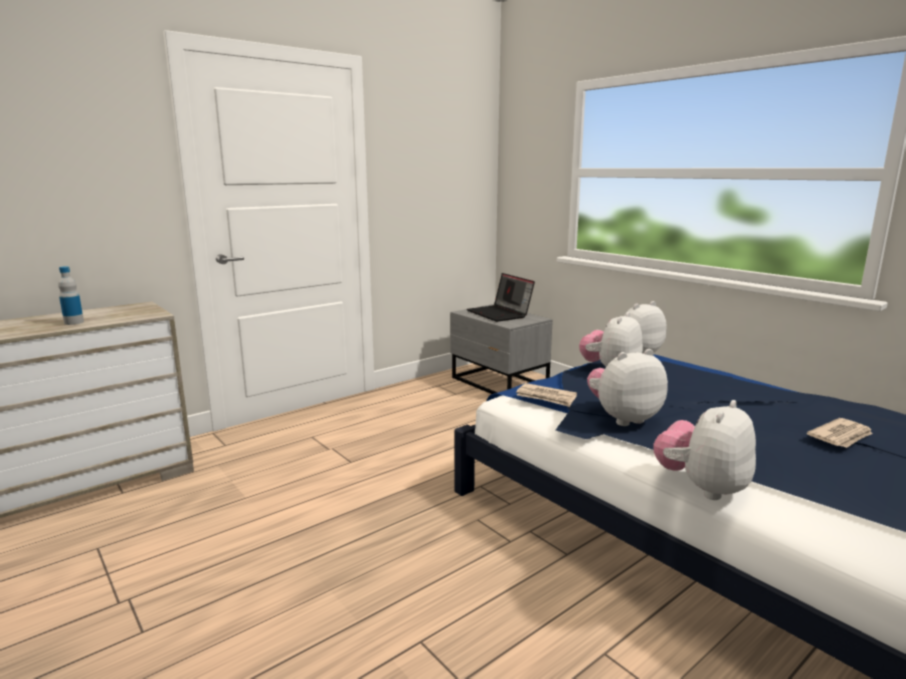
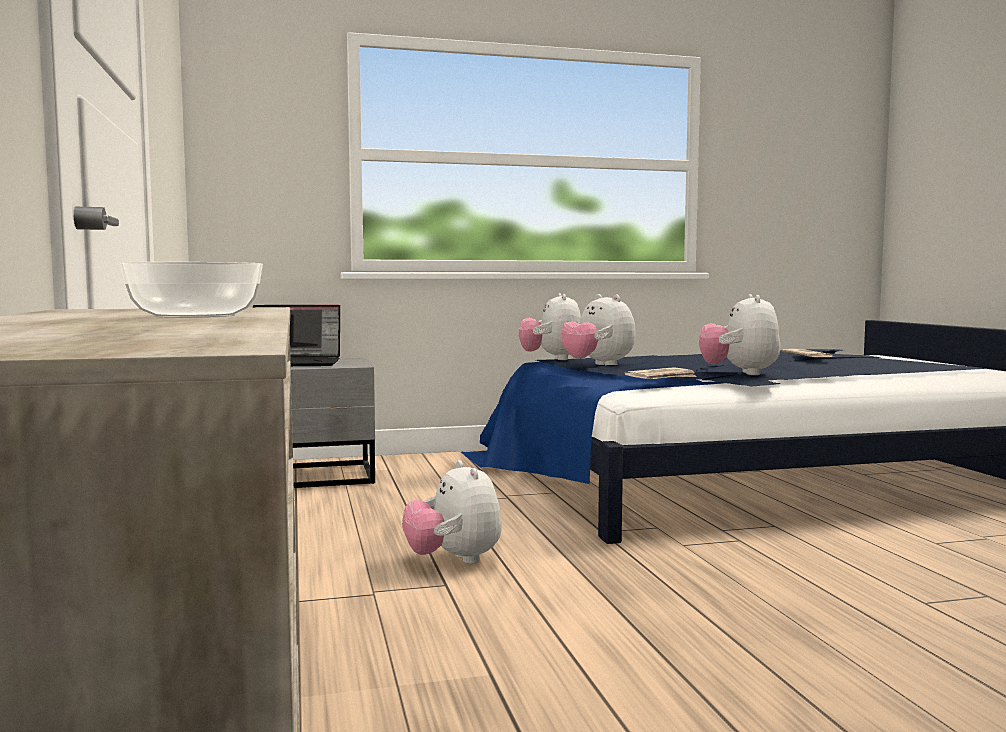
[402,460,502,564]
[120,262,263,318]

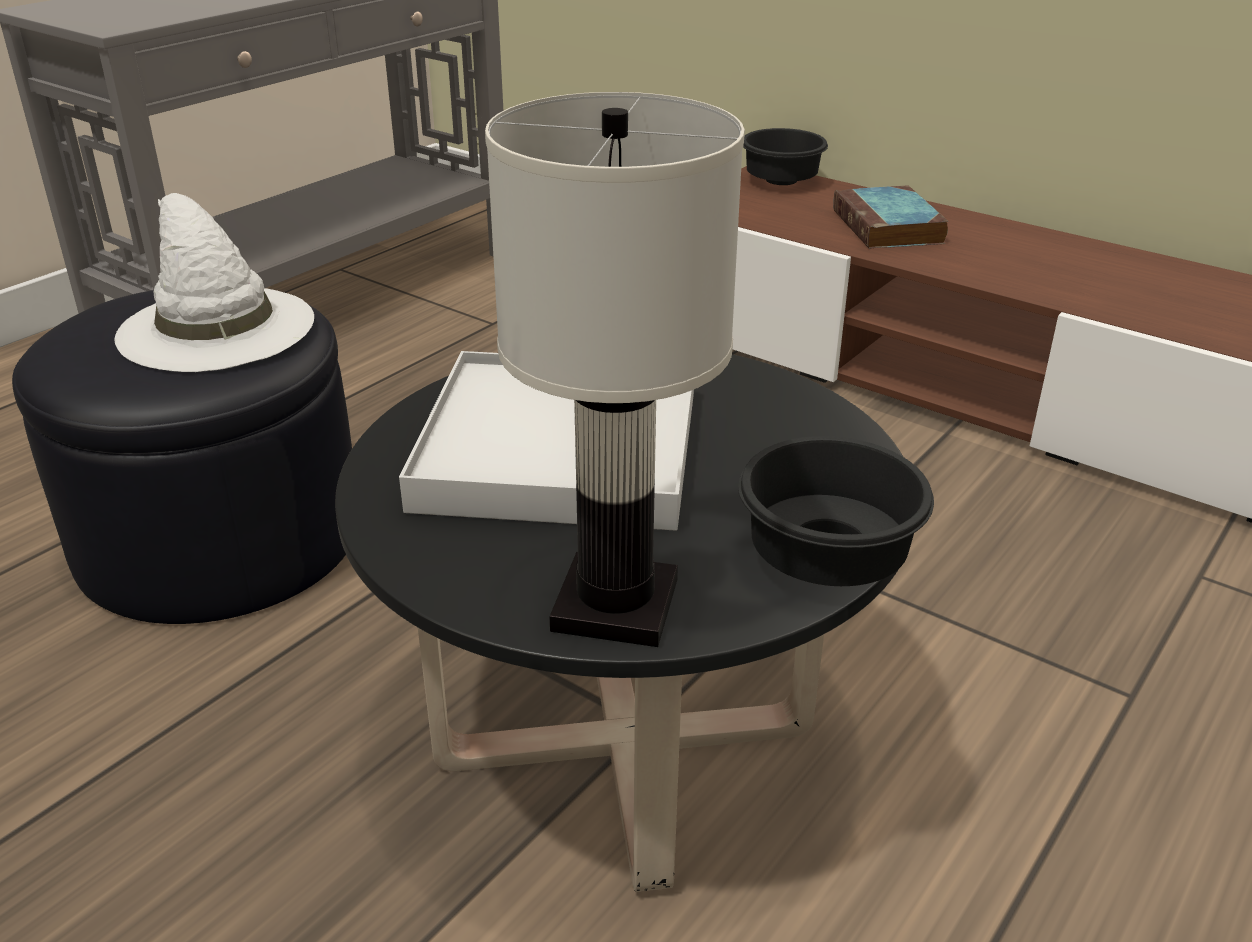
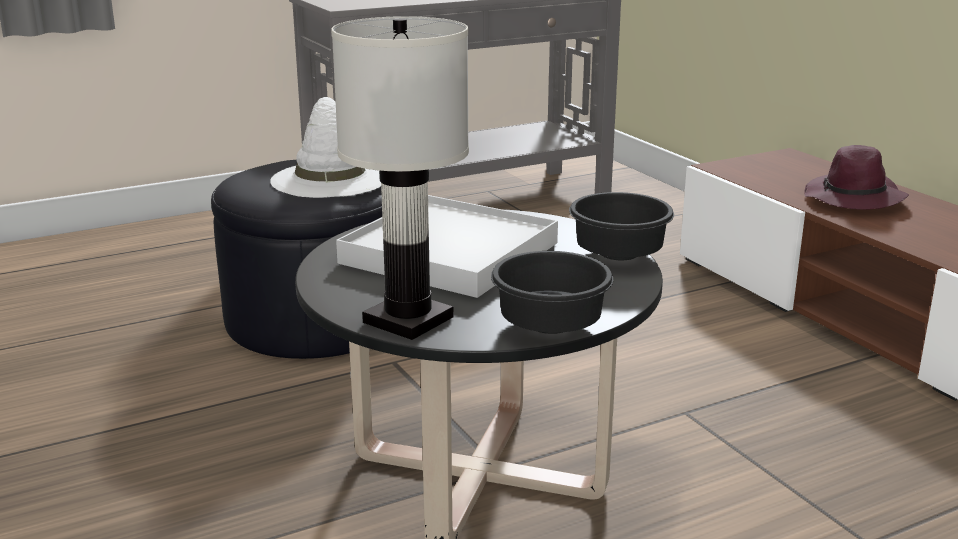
[569,192,674,260]
[804,145,909,210]

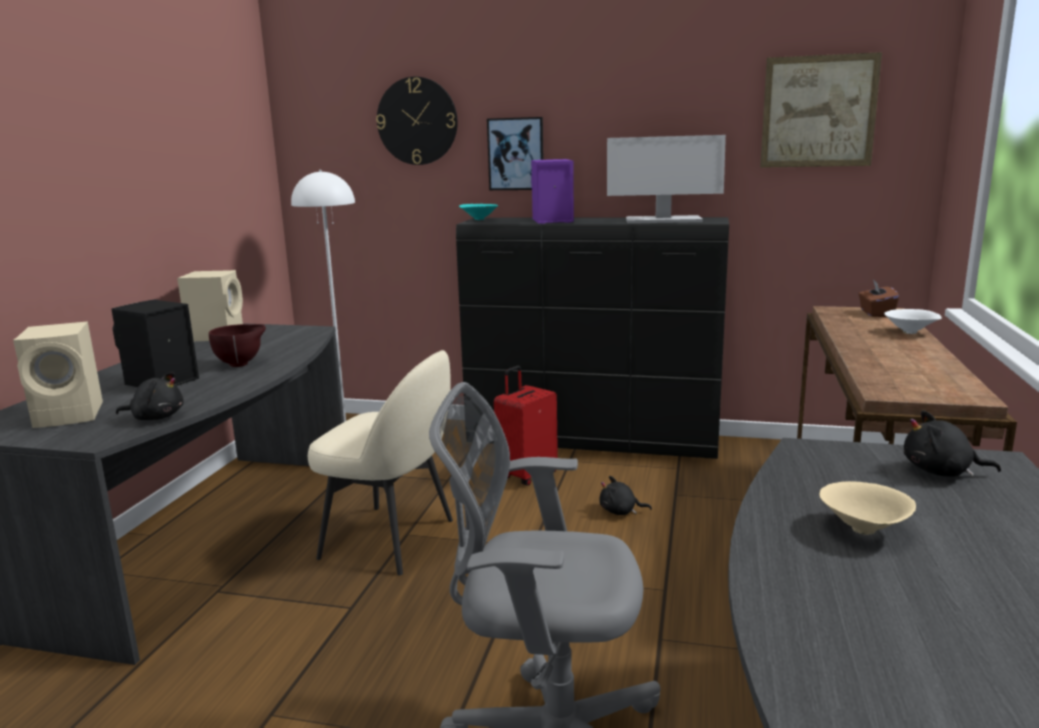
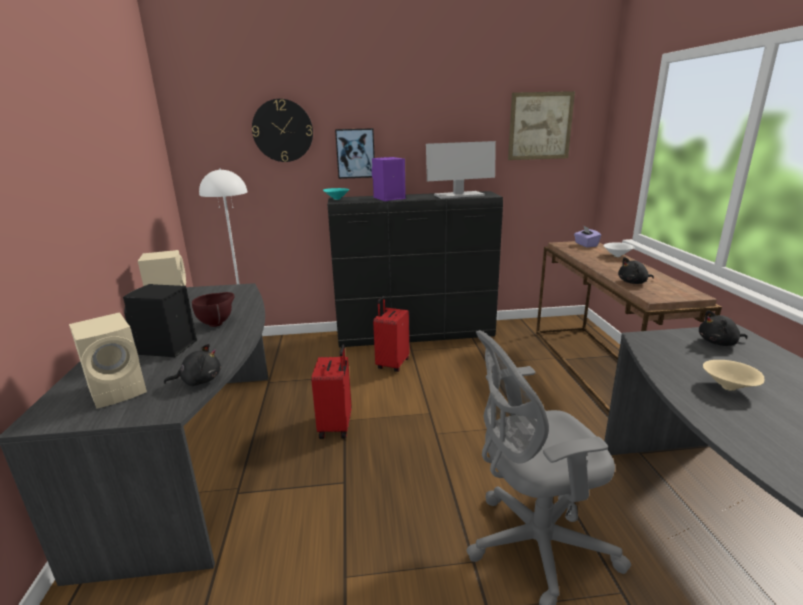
[618,257,654,284]
[311,344,352,439]
[574,225,601,247]

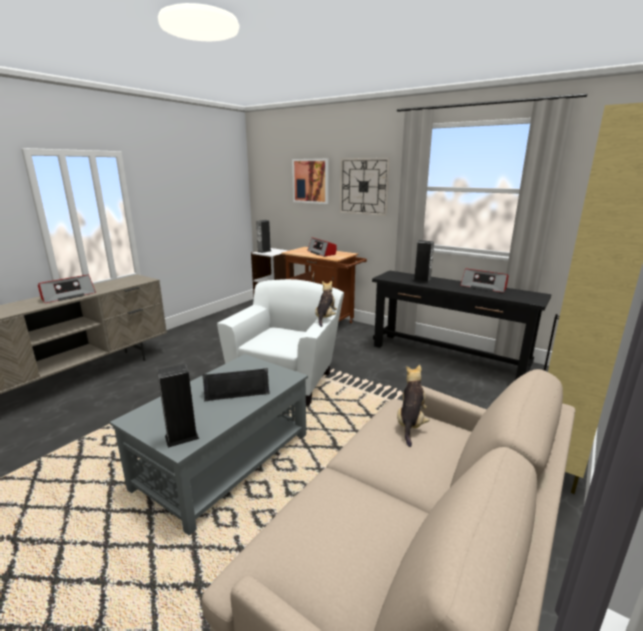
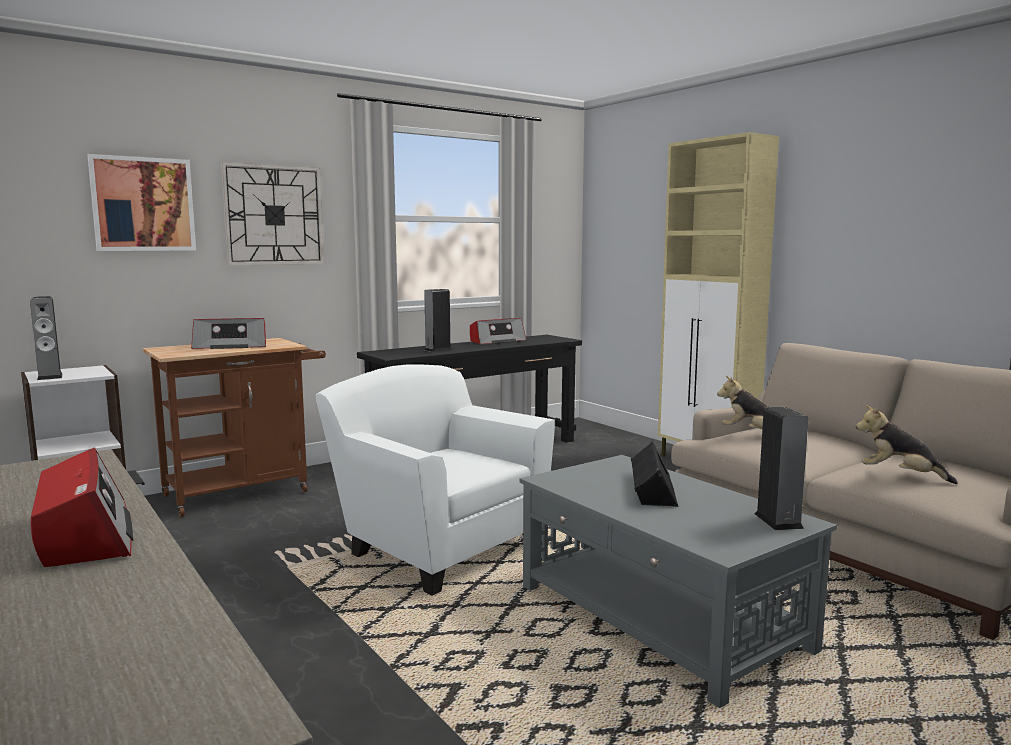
[856,404,957,484]

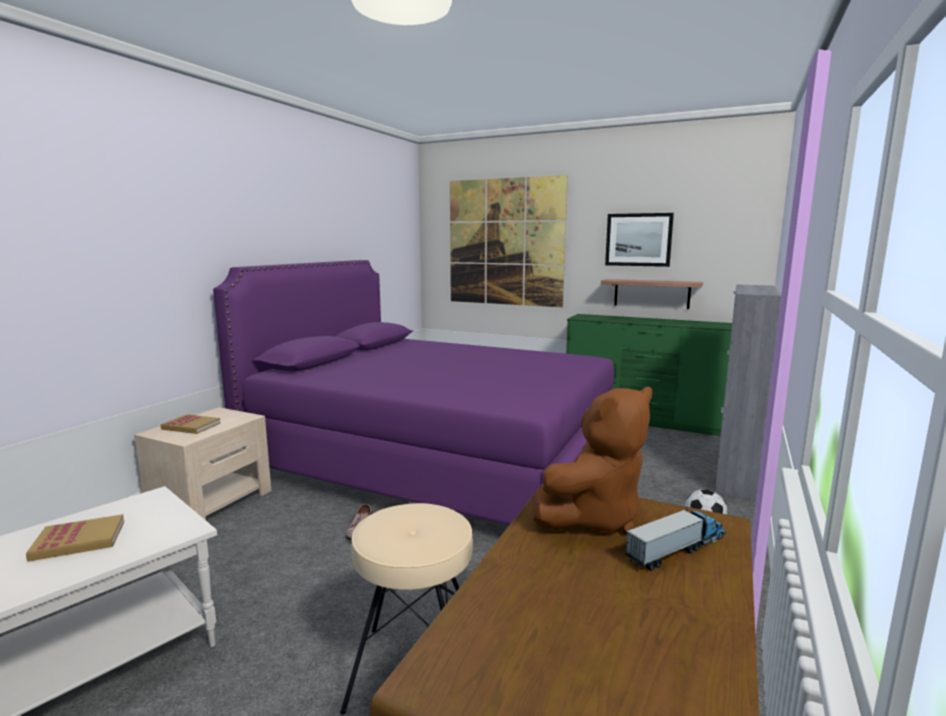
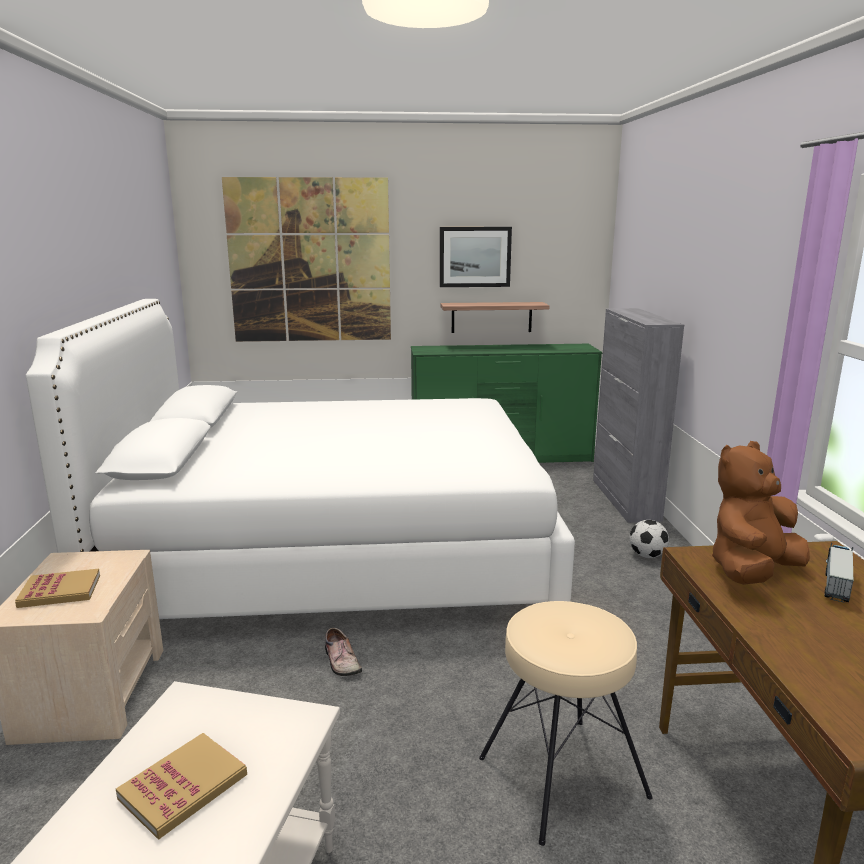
[26,299,575,619]
[712,441,810,585]

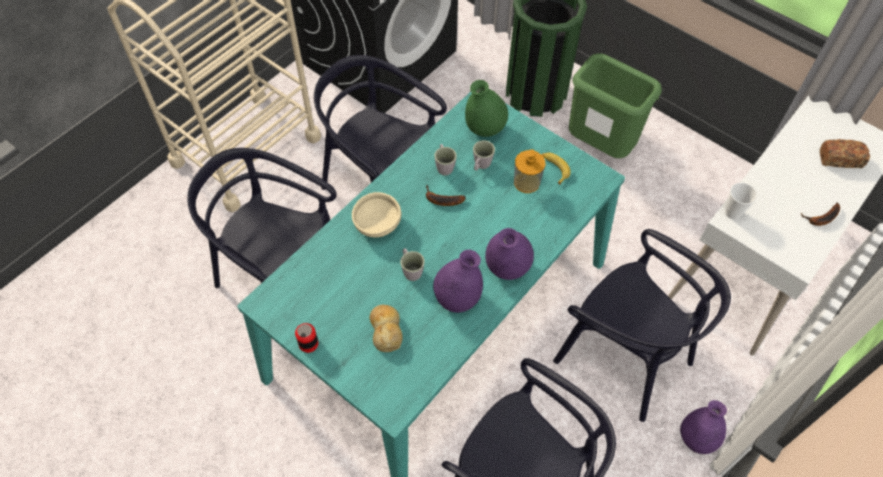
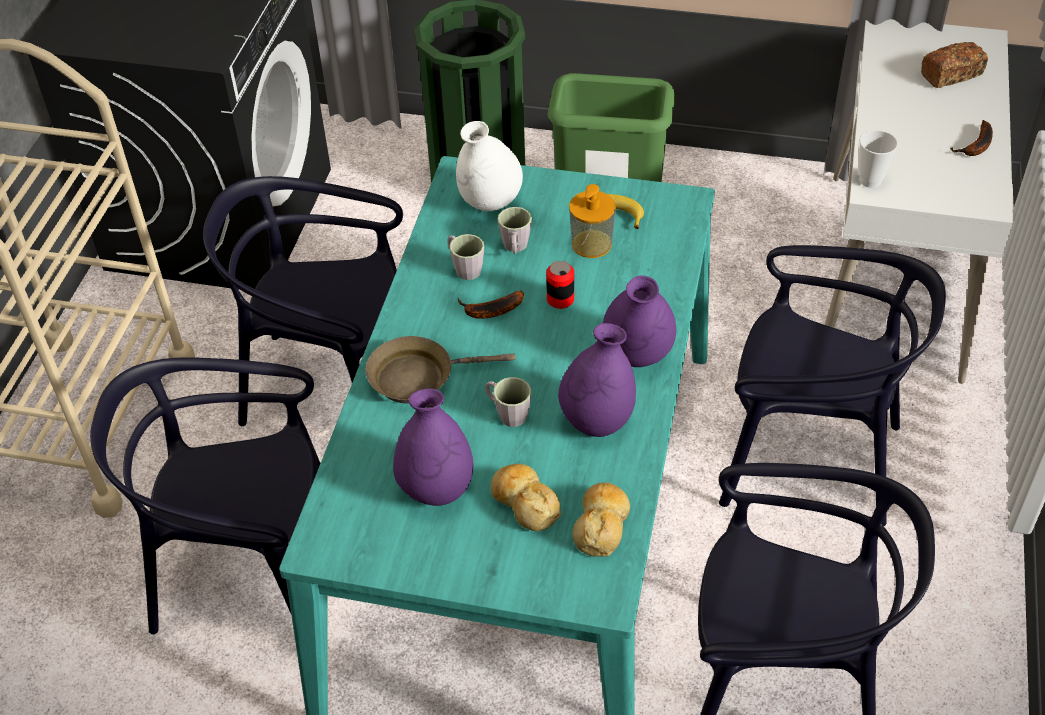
[573,483,630,557]
[546,261,574,309]
[393,388,473,506]
[365,336,515,403]
[456,121,523,211]

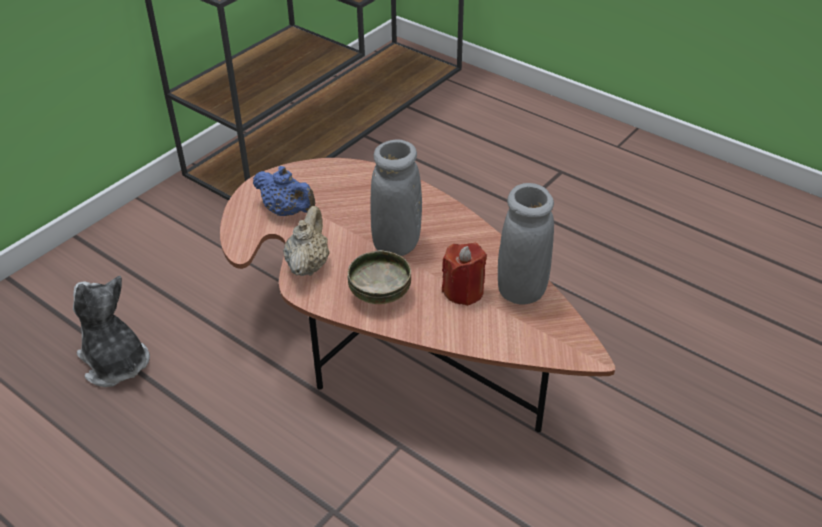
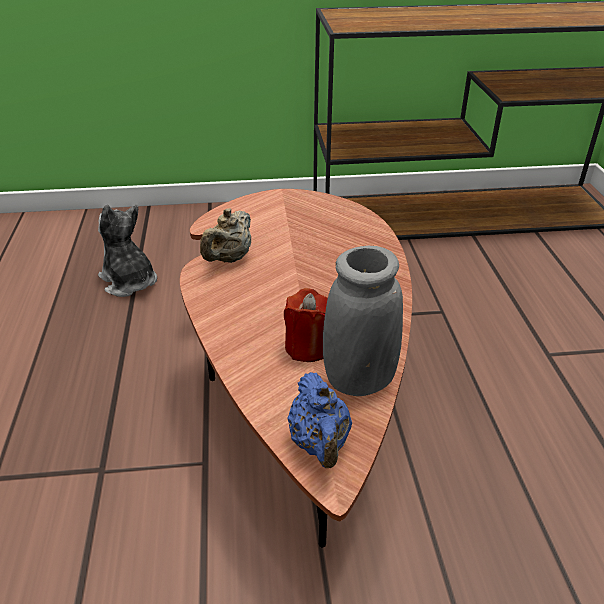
[348,250,411,304] (first image)
[370,140,422,256] (first image)
[287,372,352,468]
[98,205,157,297]
[200,208,251,263]

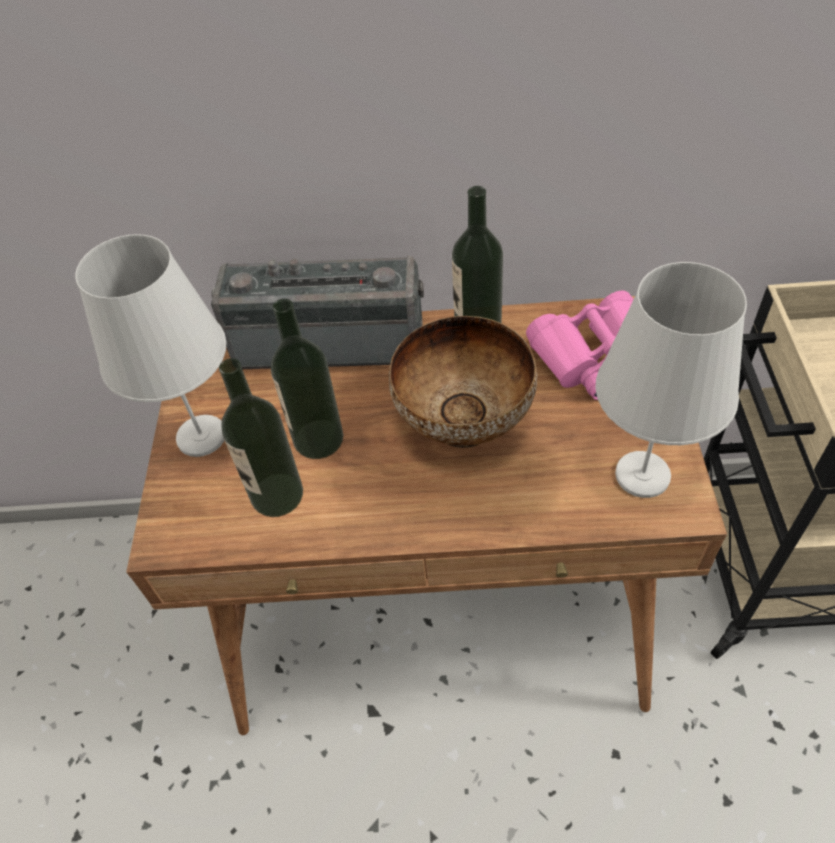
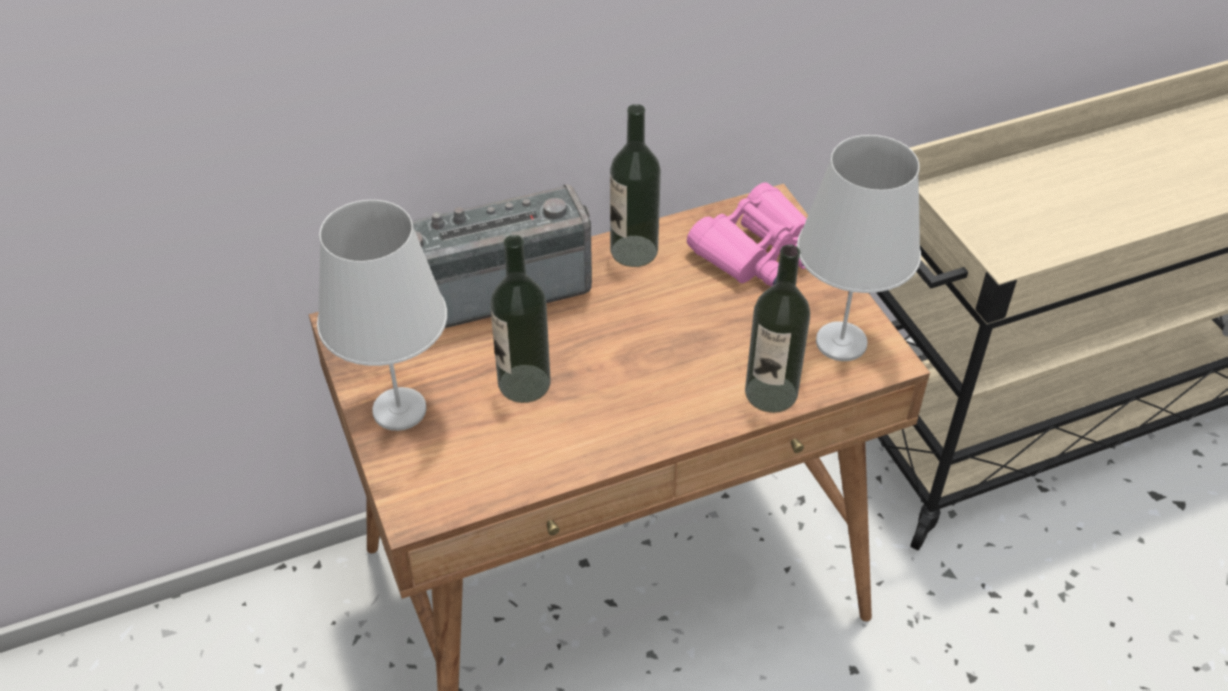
[389,316,537,448] (first image)
[745,244,810,413]

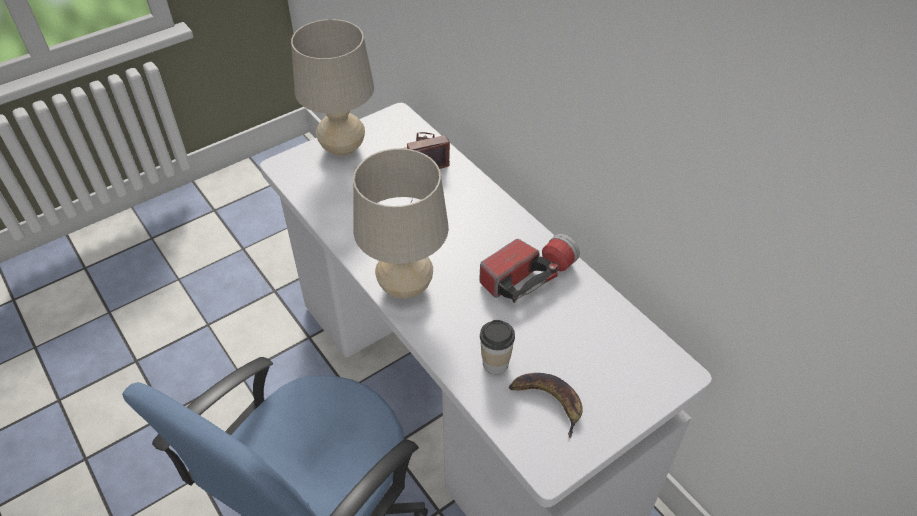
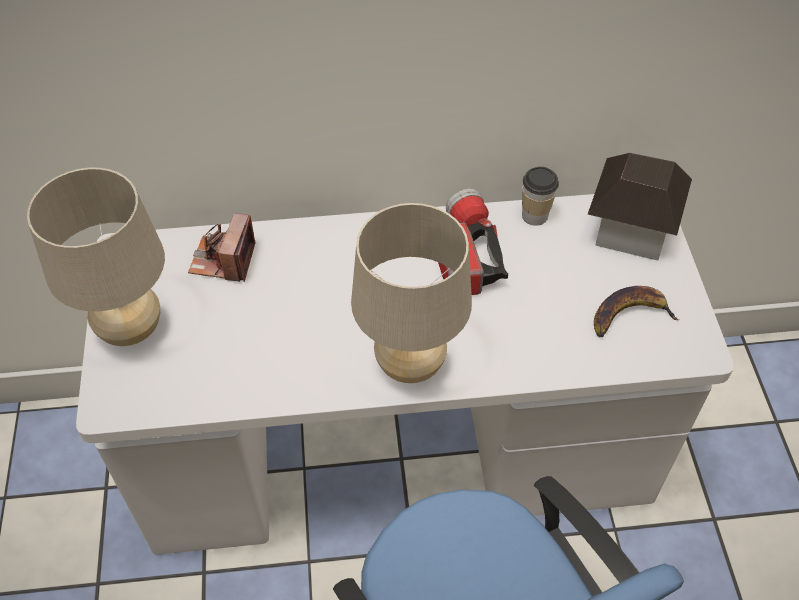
[588,153,692,261]
[522,167,559,226]

